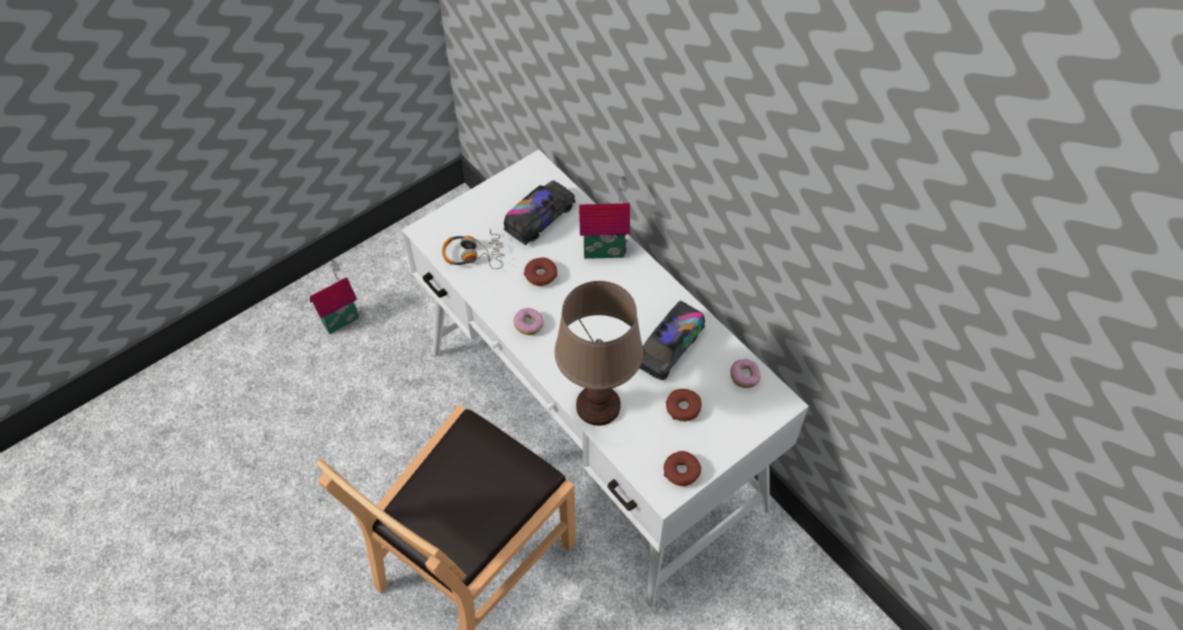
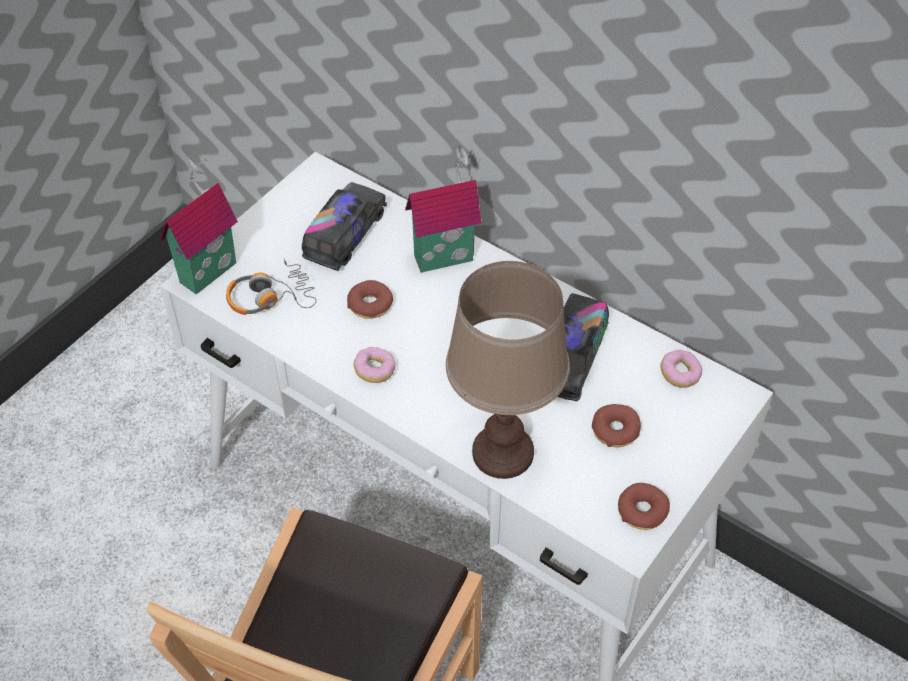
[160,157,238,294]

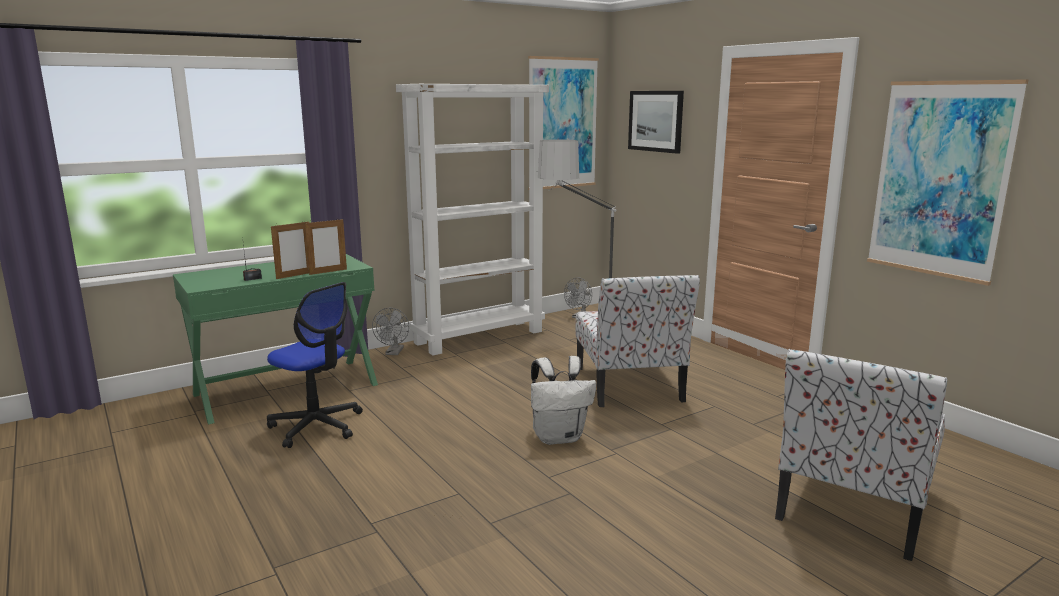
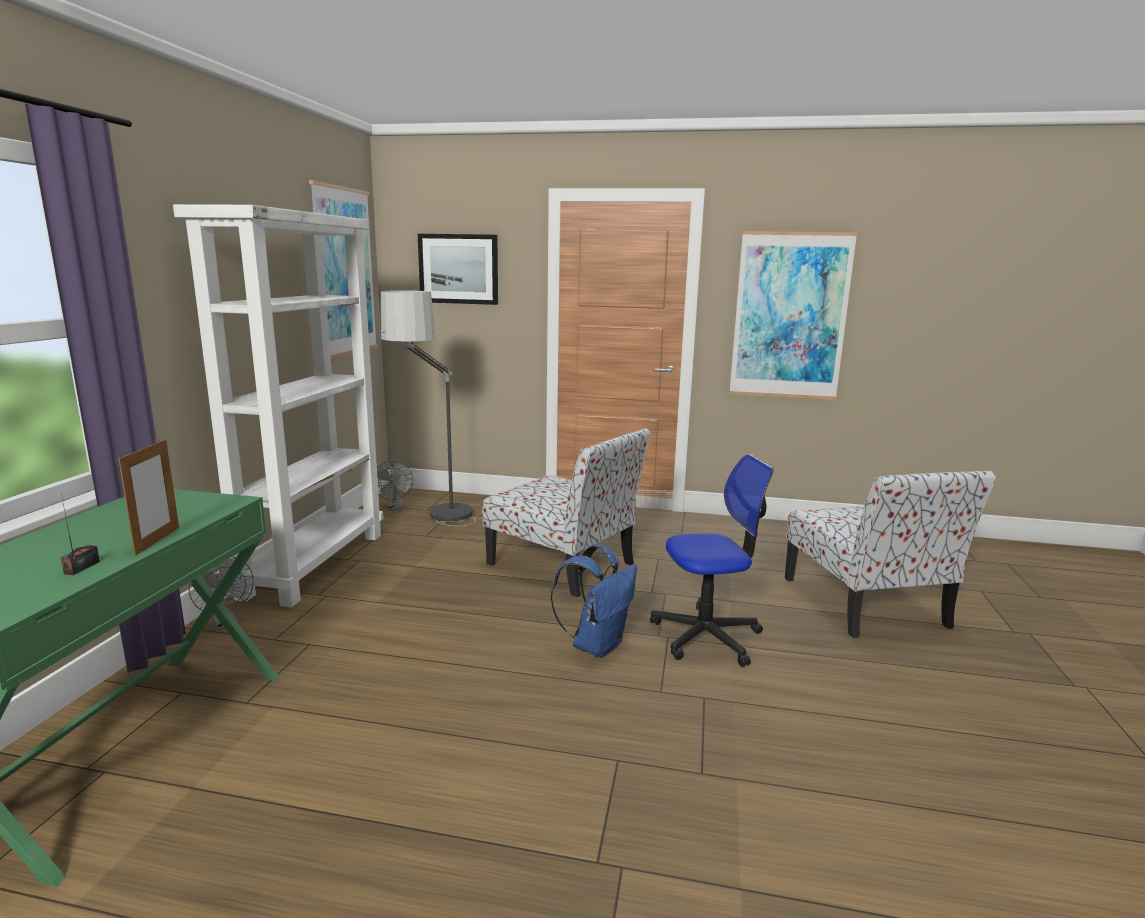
[305,218,347,275] (first image)
[650,454,773,667]
[551,544,637,658]

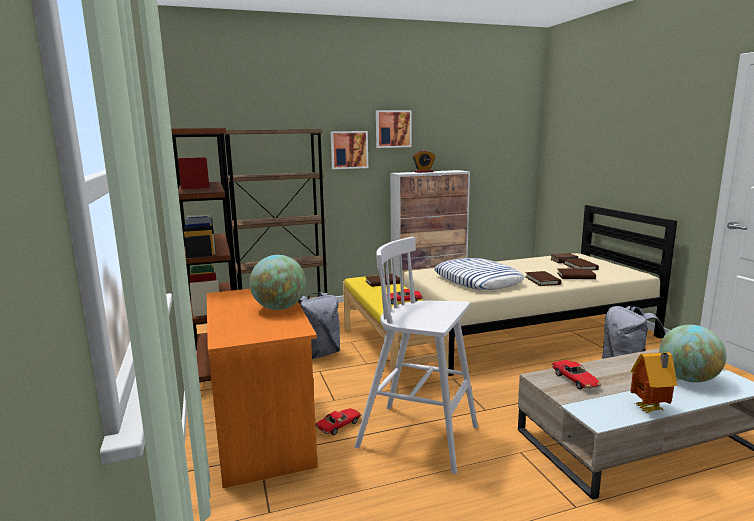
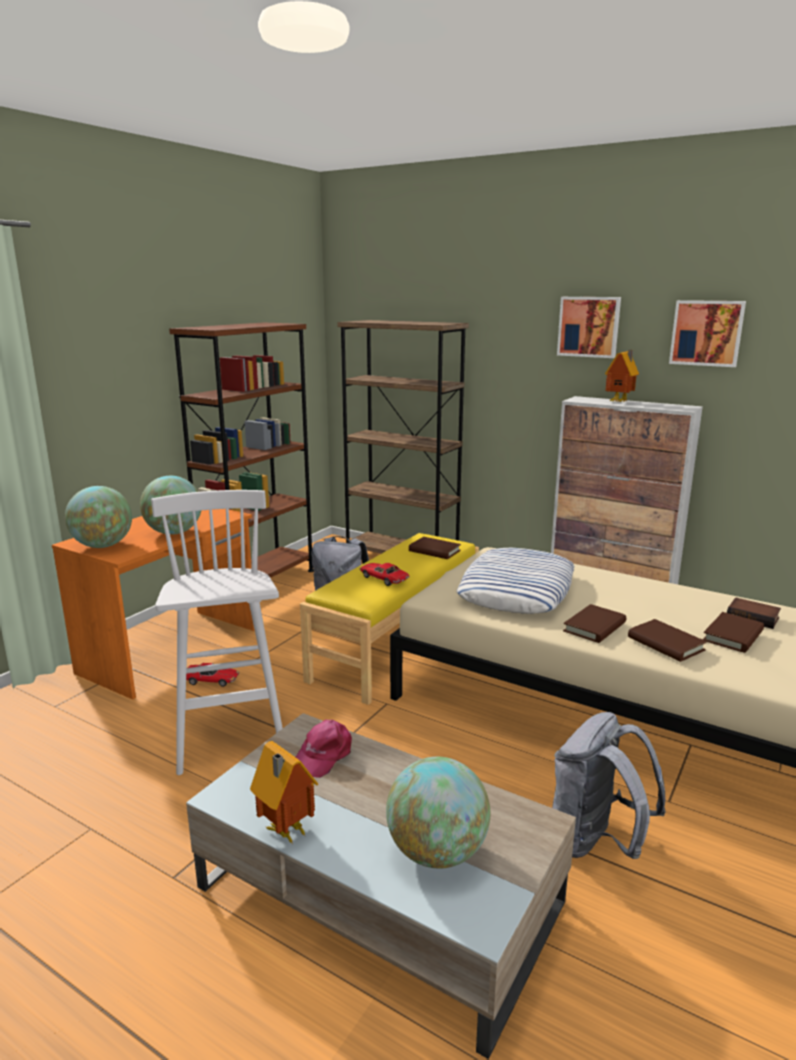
[65,486,132,548]
[669,300,746,367]
[605,350,639,402]
[296,720,352,778]

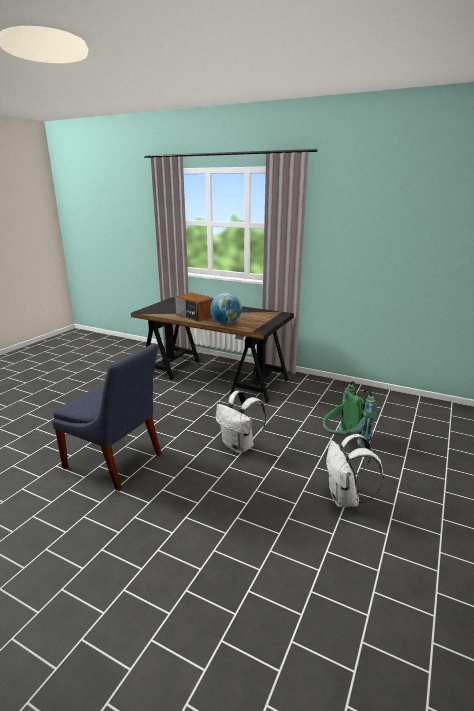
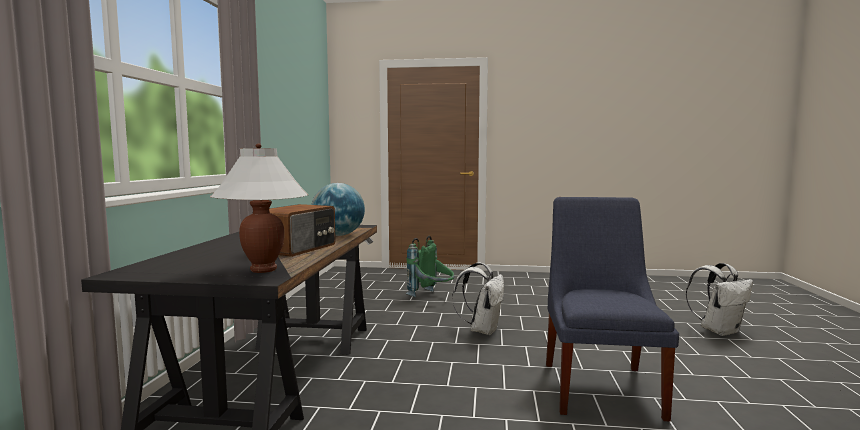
[210,143,308,273]
[686,263,753,336]

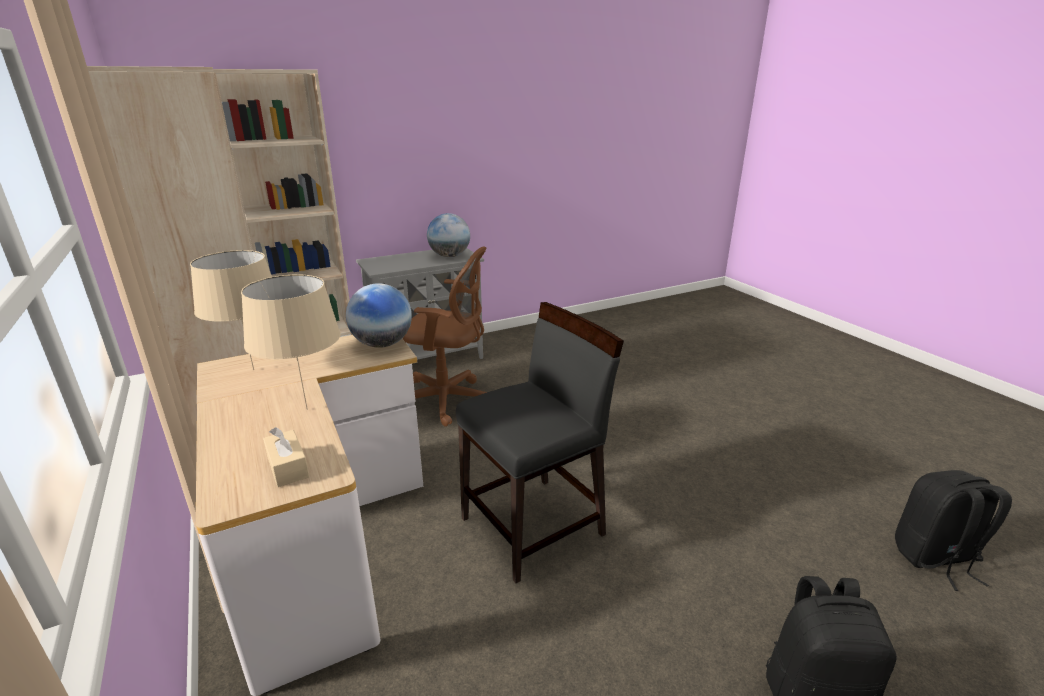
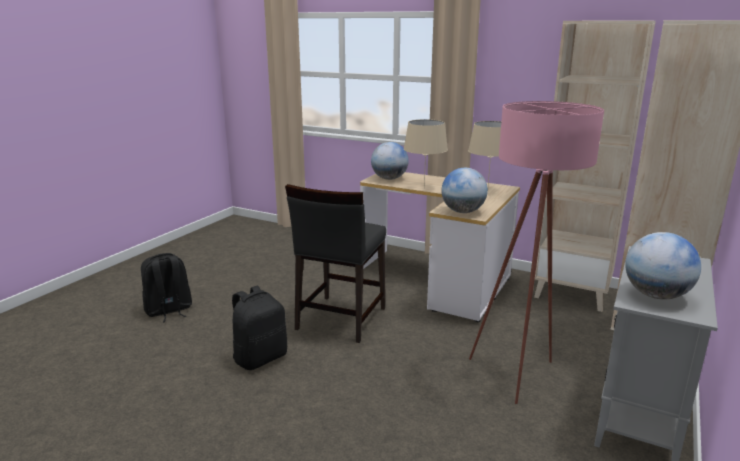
[232,286,287,370]
[371,142,409,180]
[469,101,604,404]

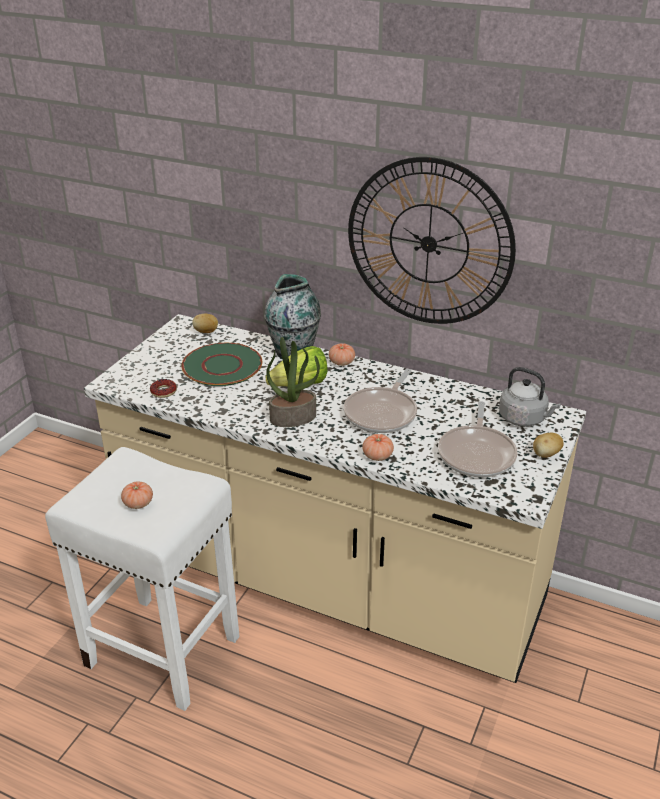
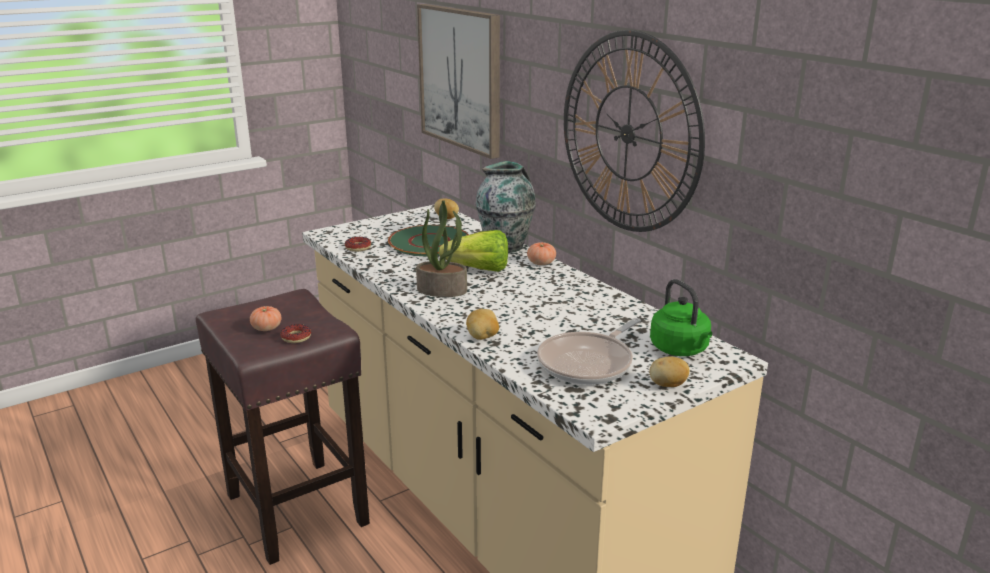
[344,369,417,433] (first image)
[280,324,311,343]
[417,4,500,159]
[466,309,499,340]
[196,289,370,565]
[650,279,712,356]

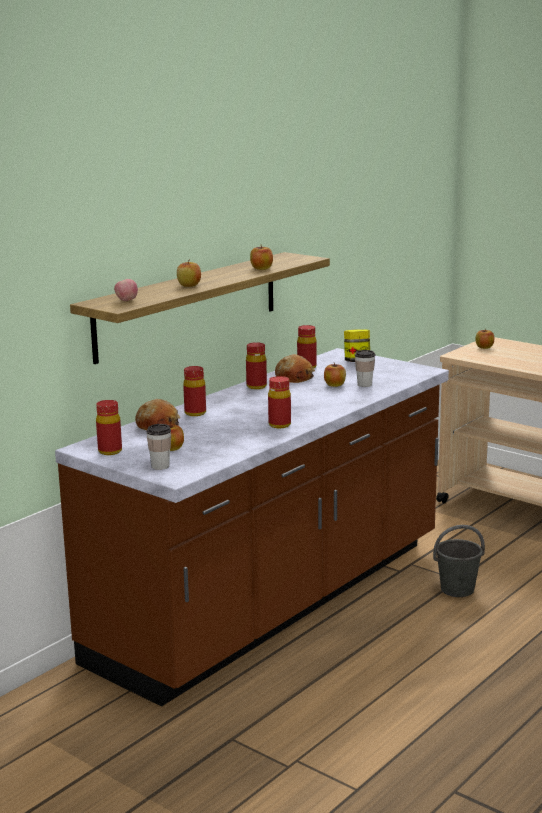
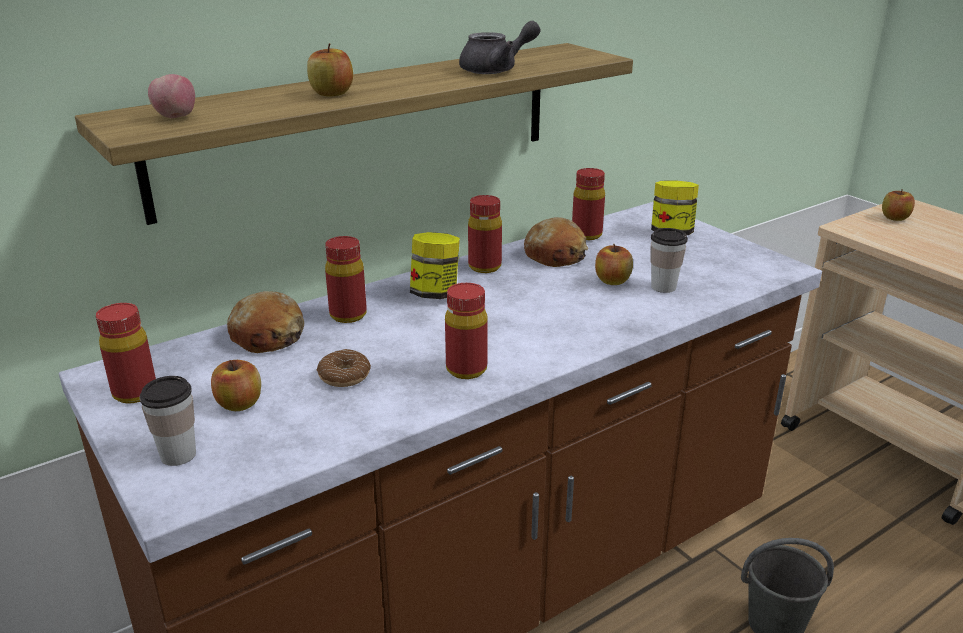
[317,349,371,387]
[410,232,460,299]
[459,21,540,74]

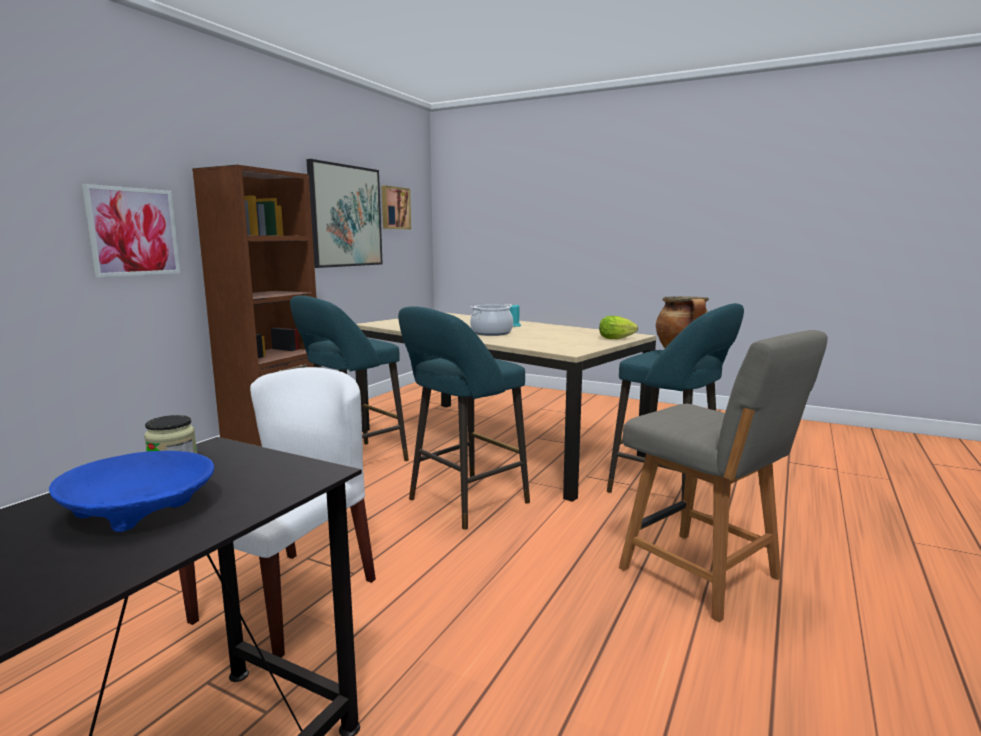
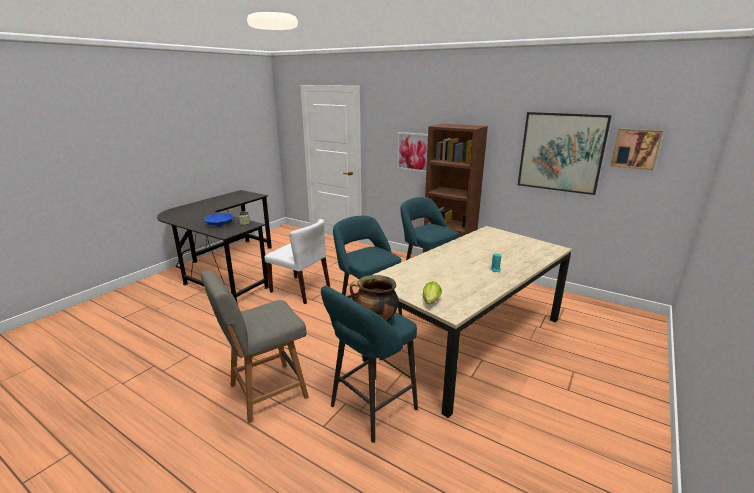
[470,304,513,336] (first image)

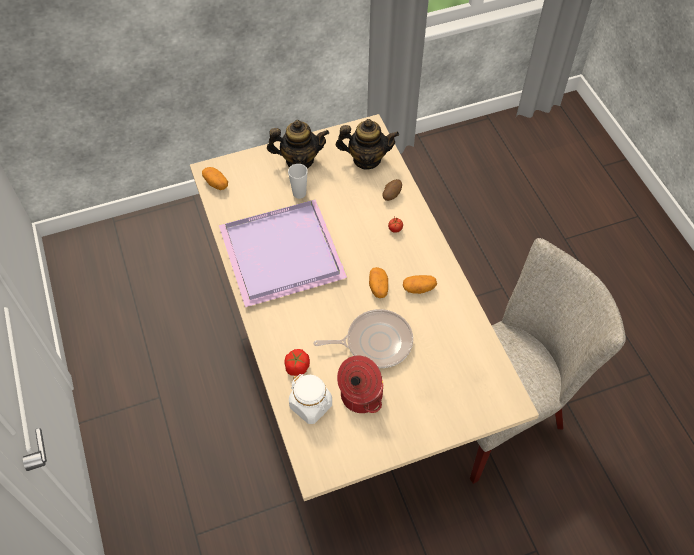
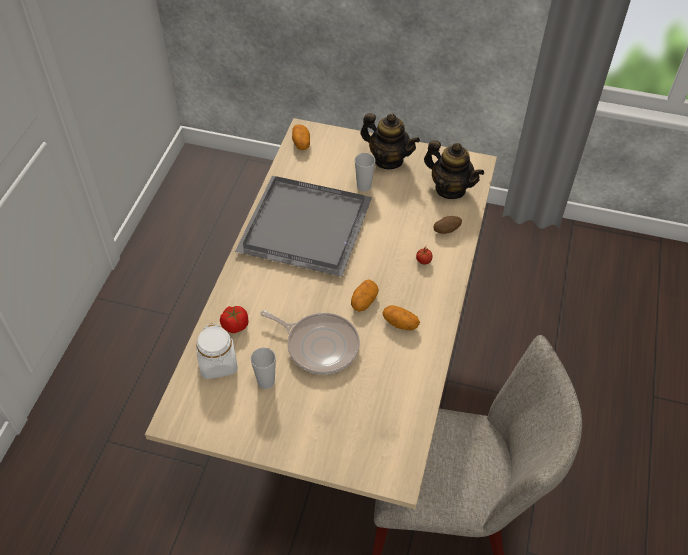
[251,347,276,389]
[235,176,372,277]

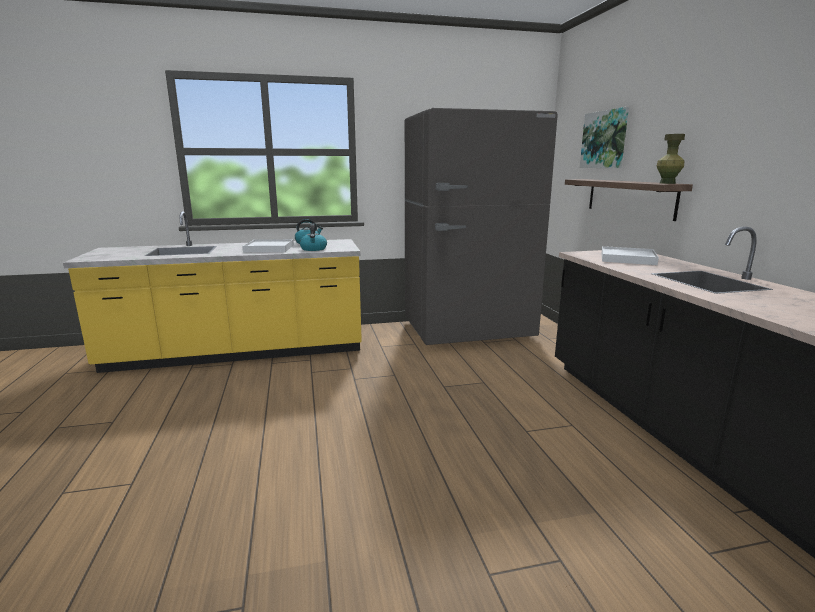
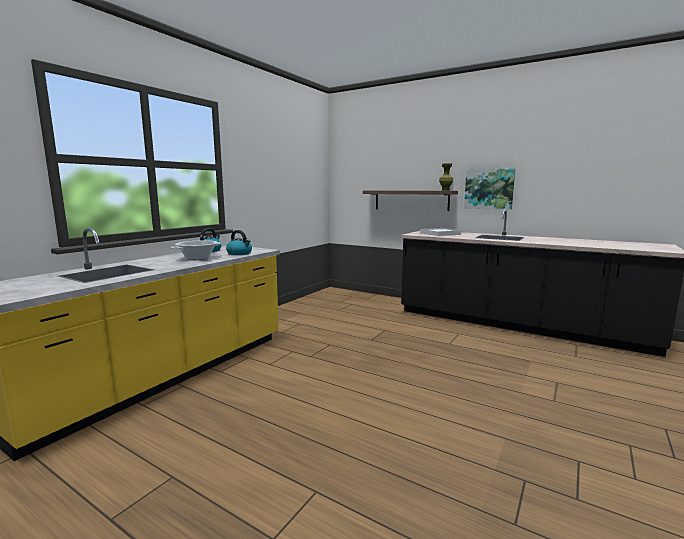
[405,108,558,345] (first image)
[464,168,515,210]
[171,240,221,260]

